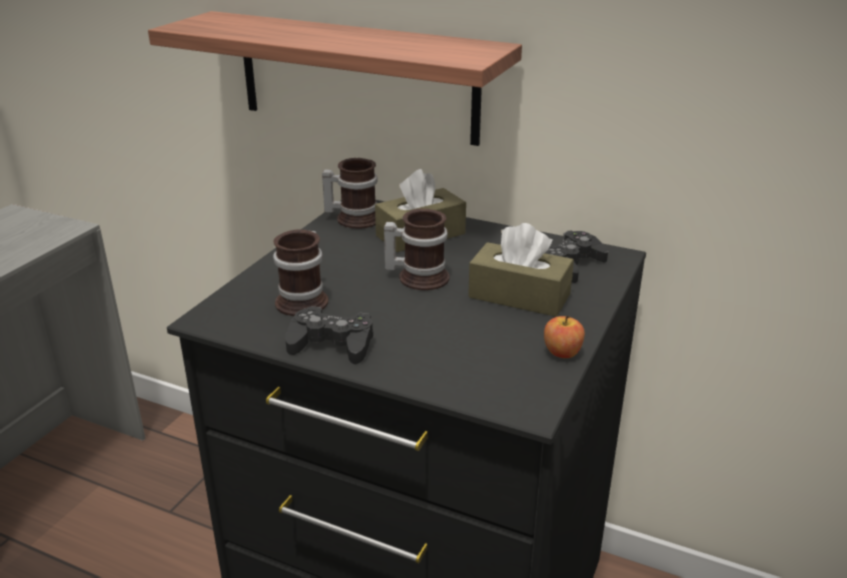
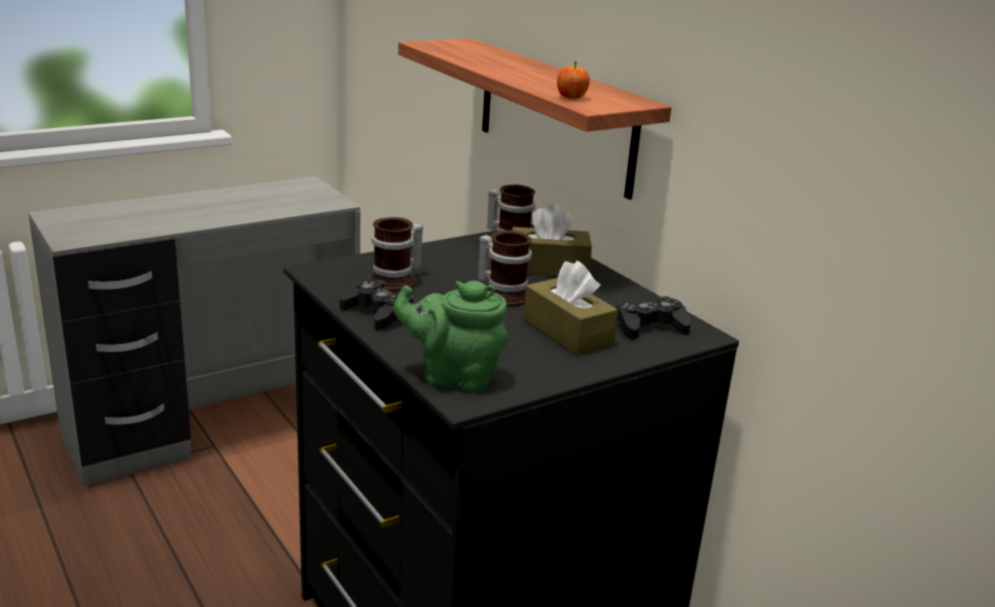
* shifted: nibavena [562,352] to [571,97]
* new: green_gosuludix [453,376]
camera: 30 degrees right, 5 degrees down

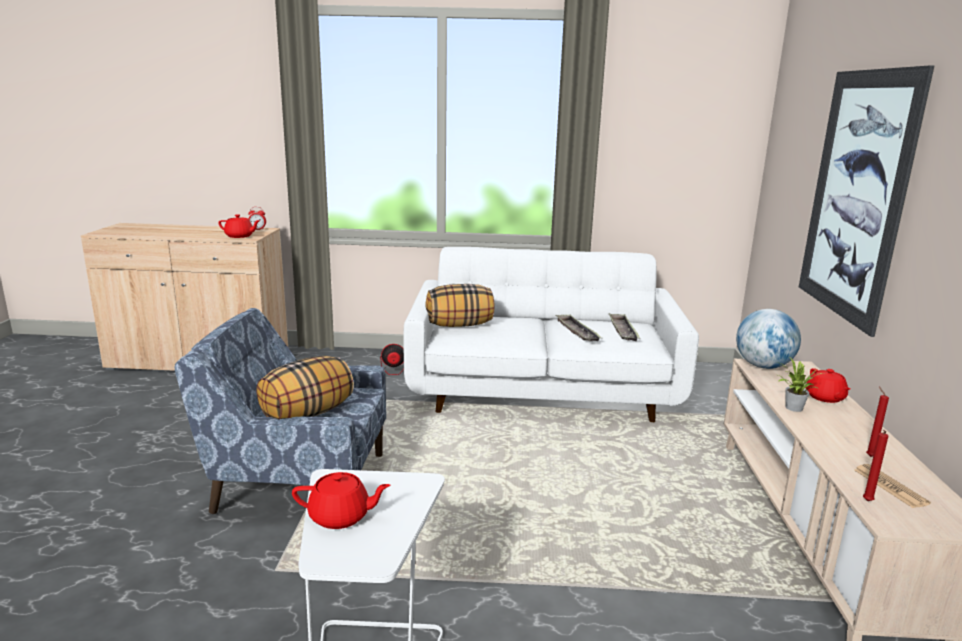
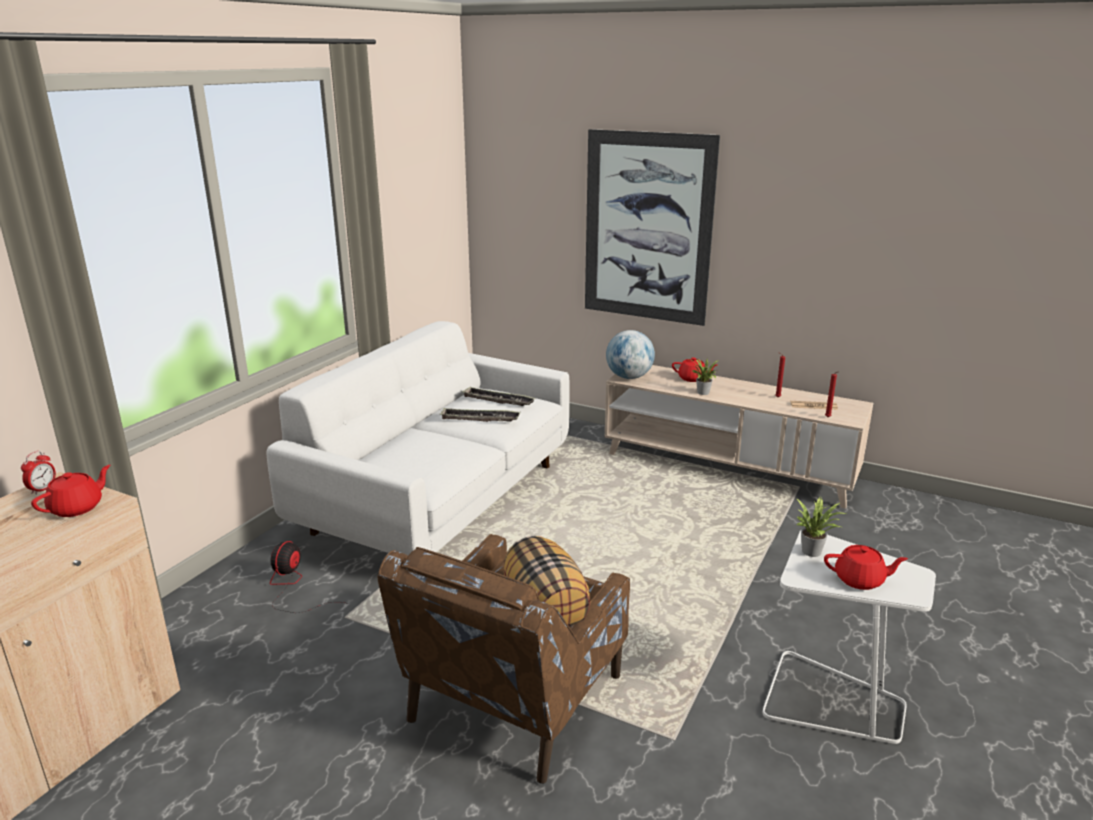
* gone: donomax [460,325]
* repainted: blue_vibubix [299,482] to brown_vibubix [513,701]
* rotated: red_gosuludix [341,517] = [860,580] 75 degrees clockwise
* new: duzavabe [814,551]
camera: 65 degrees left, 5 degrees up

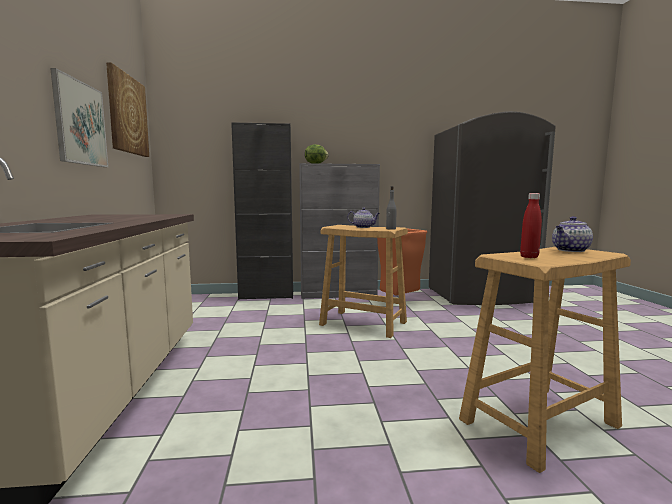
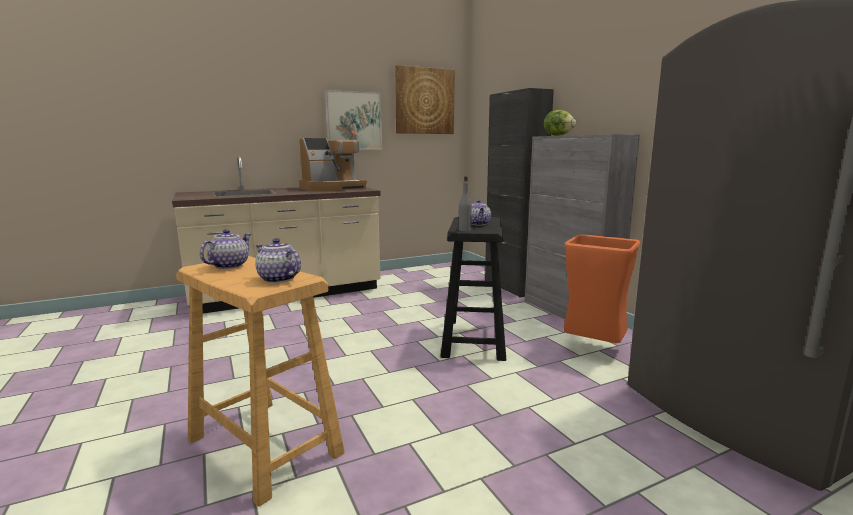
* swapped: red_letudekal [529,257] to gosuludix [229,265]
* repainted: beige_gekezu [363,323] to black_gekezu [474,339]
* new: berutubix [333,188]
camera: 70 degrees right, 5 degrees up

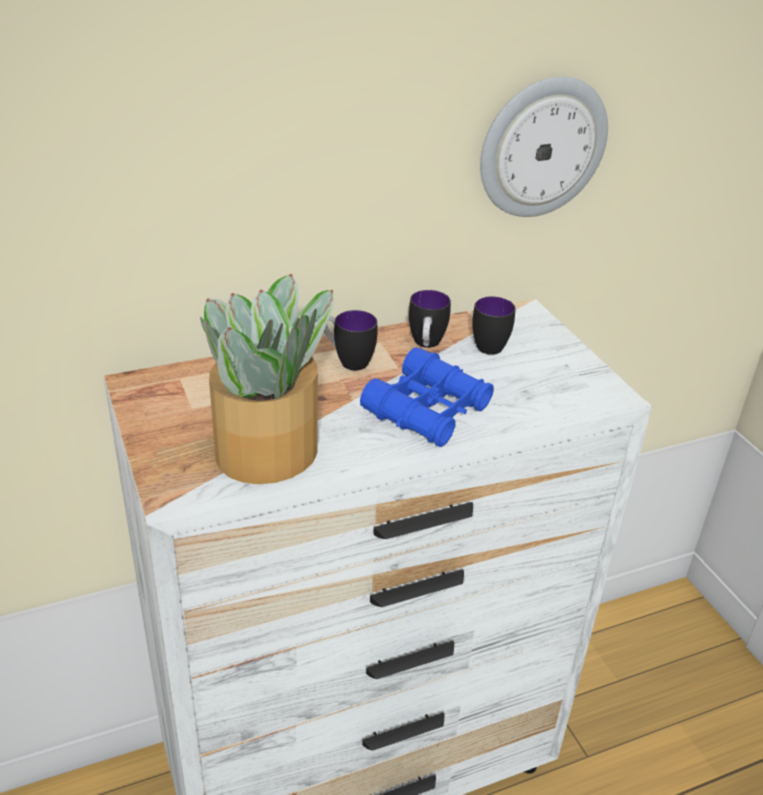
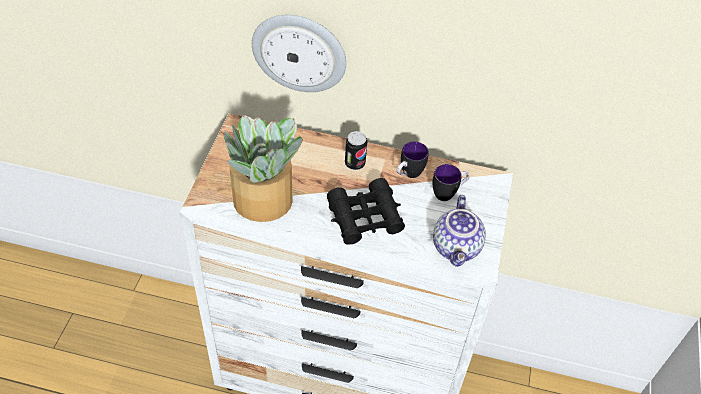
* shifted: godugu [542,147] to [299,52]
* swapped: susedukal [347,360] to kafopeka [355,163]
* repainted: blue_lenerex [427,410] to black_lenerex [365,218]
* new: gosuludix [457,248]
camera: 35 degrees right, 15 degrees up

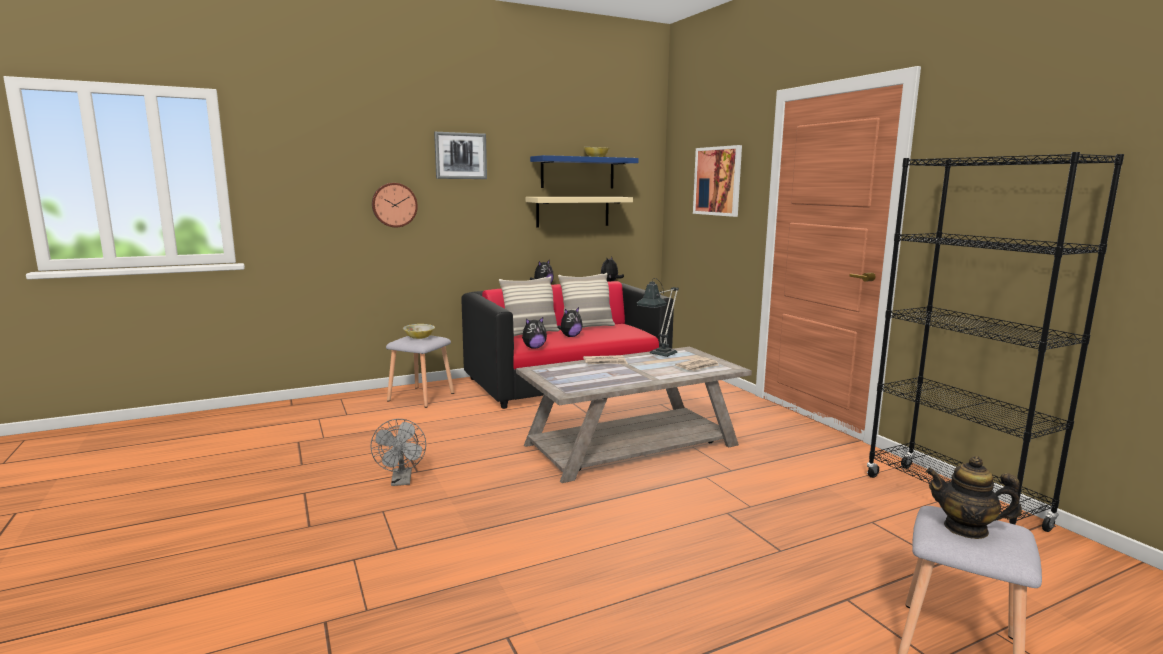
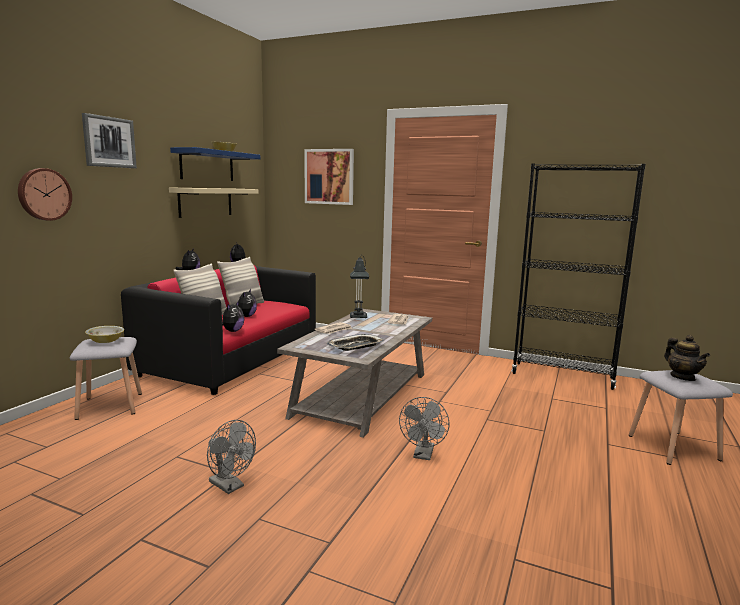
* rotated: gosuludix [966,528] = [682,377] 90 degrees counterclockwise
* new: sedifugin [355,346]
* new: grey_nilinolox [423,455]
camera: 40 degrees left, 0 degrees up

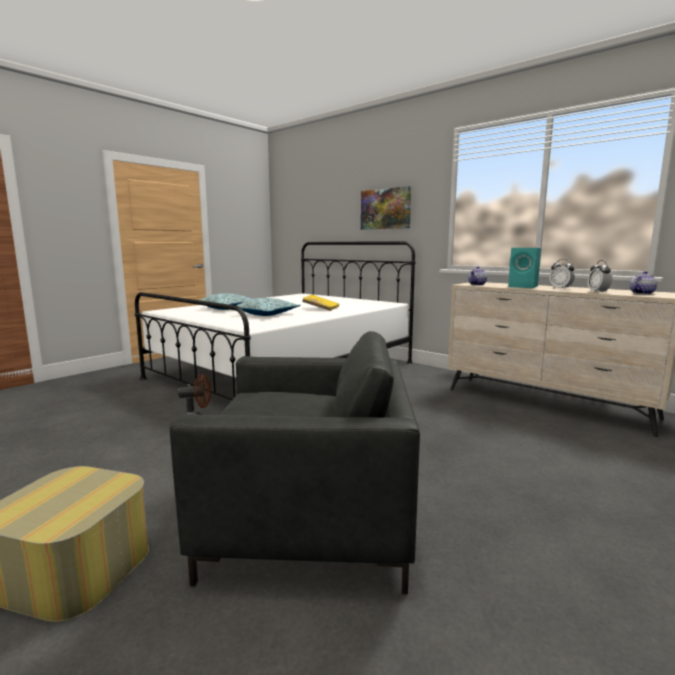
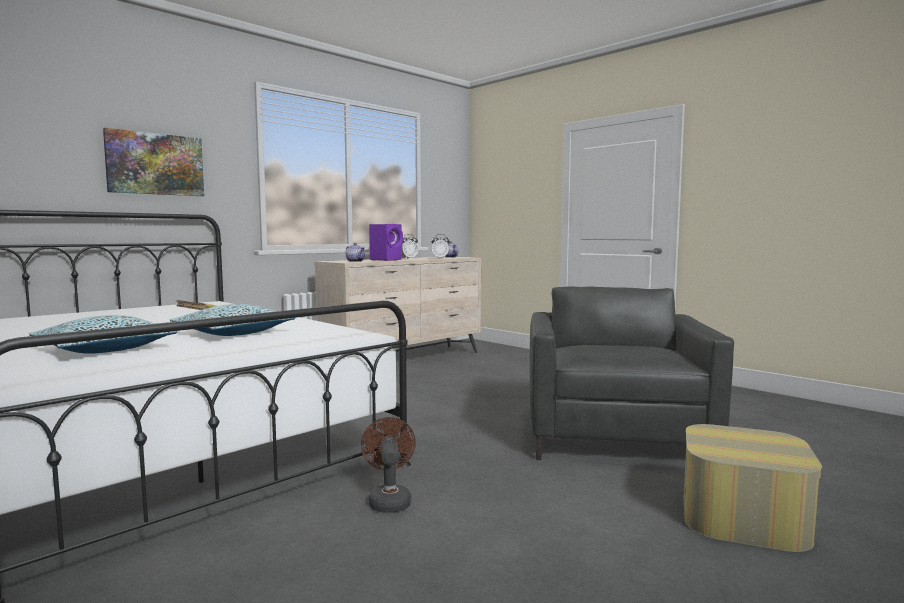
* repainted: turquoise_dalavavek [524,287] to purple_dalavavek [387,260]
camera: 85 degrees left, 5 degrees down

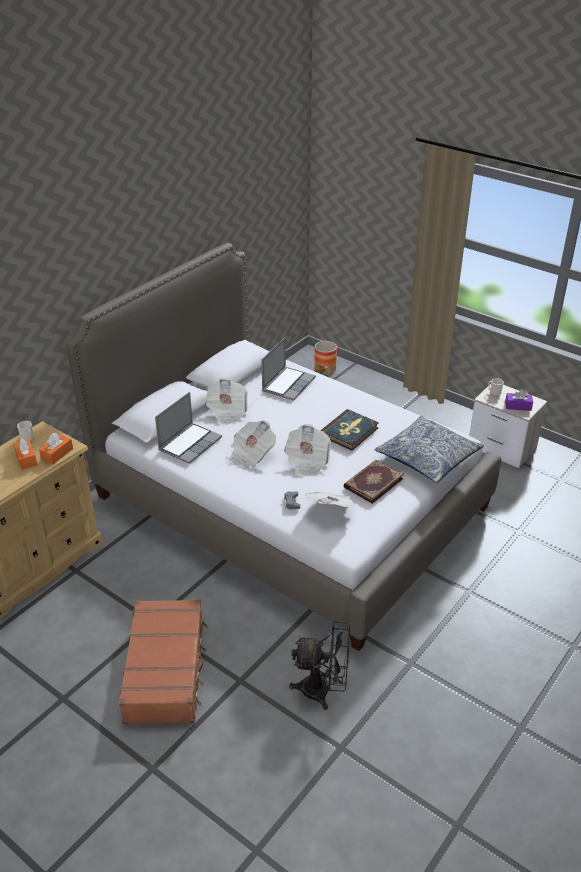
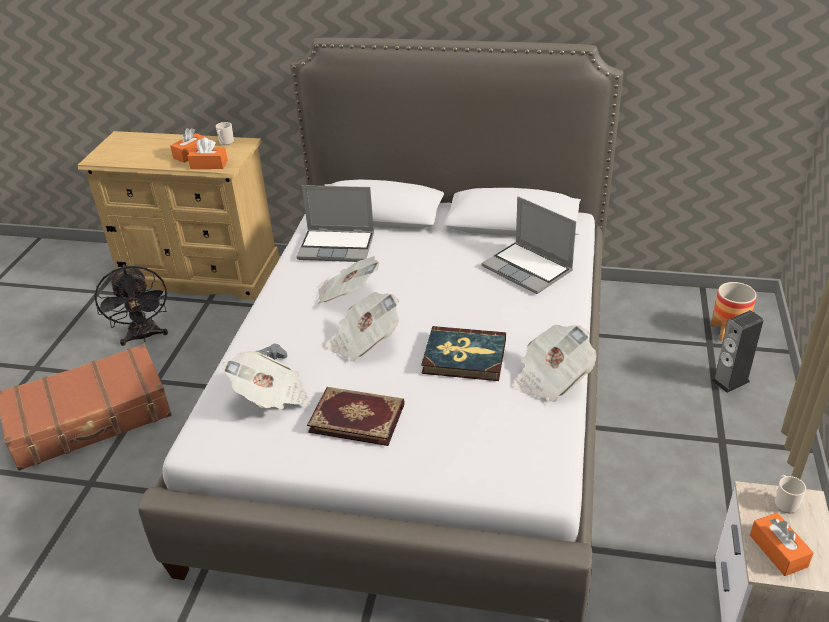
* rotated: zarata [288,384] = [528,269] 45 degrees clockwise
* shifted: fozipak [227,412] to [551,379]
* repainted: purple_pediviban [518,406] to orange_pediviban [778,551]
* gone: donomax [427,457]
* shifted: black_nilinolox [323,690] to [144,337]
* new: dalavavek [730,381]
camera: 65 degrees right, 0 degrees up

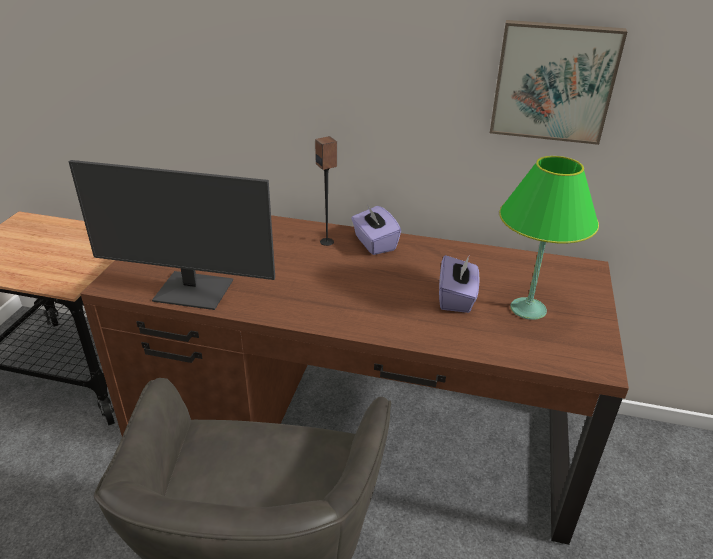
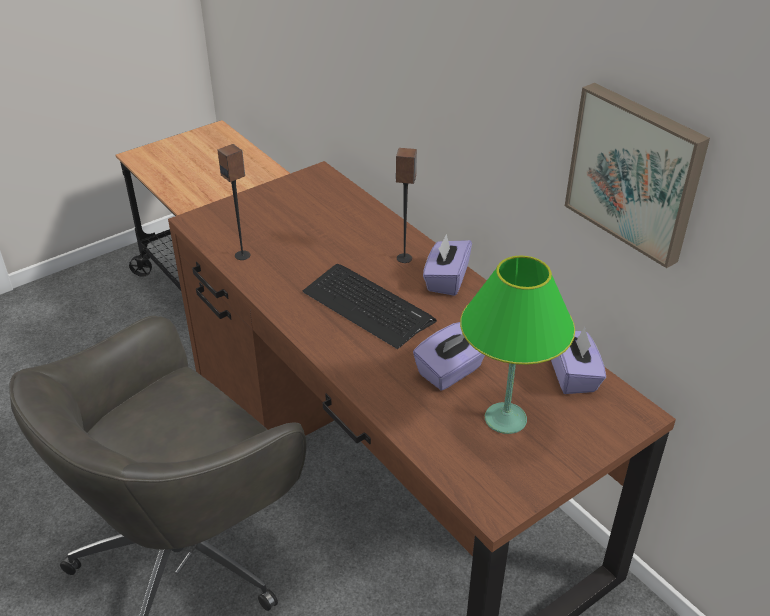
* swapped: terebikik [193,292] to dalavavek [243,255]
* new: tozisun [368,306]
* new: purple_pediviban [573,375]
camera: 40 degrees right, 5 degrees up

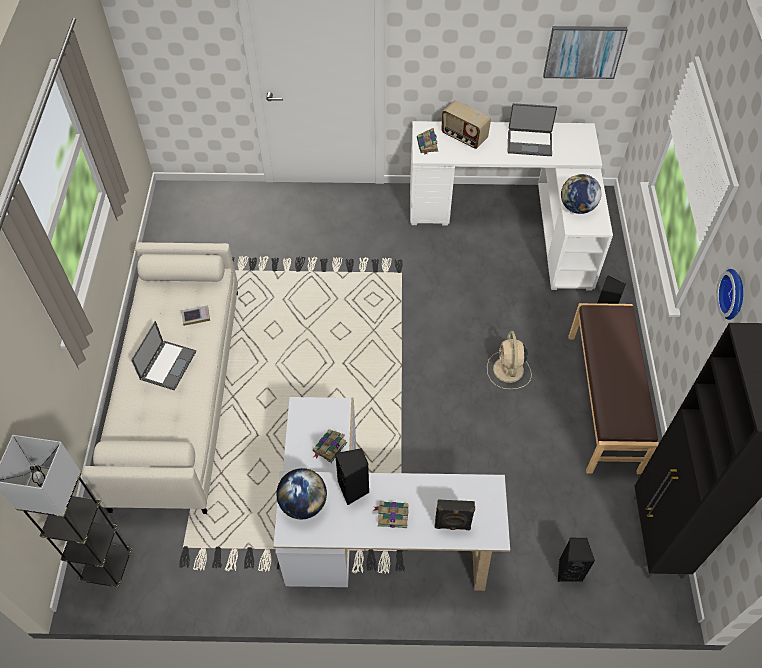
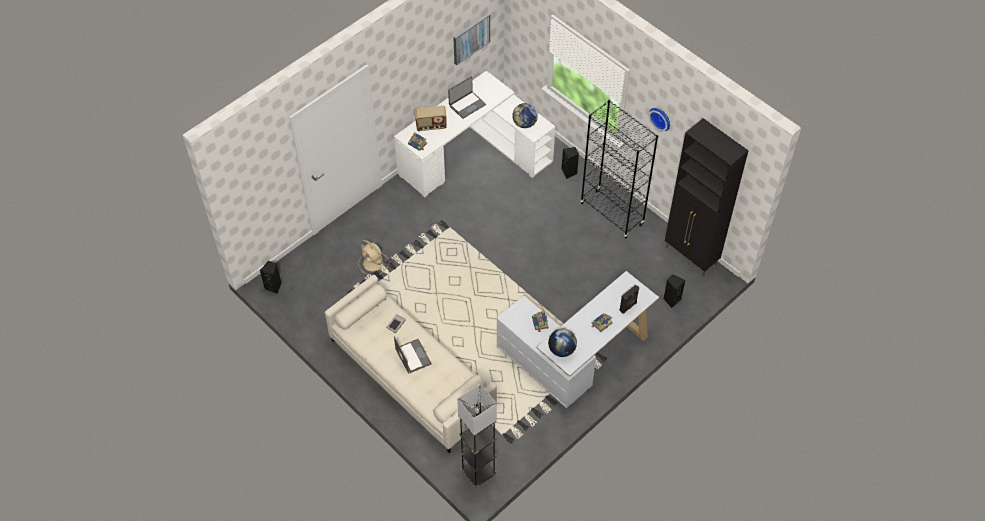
* swapped: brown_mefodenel [604,401] to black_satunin [612,214]
* shifted: beige_nilinolox [508,371] to [373,264]
* shifted: black_dalavavek [354,489] to [274,286]
camera: 45 degrees left, 0 degrees up

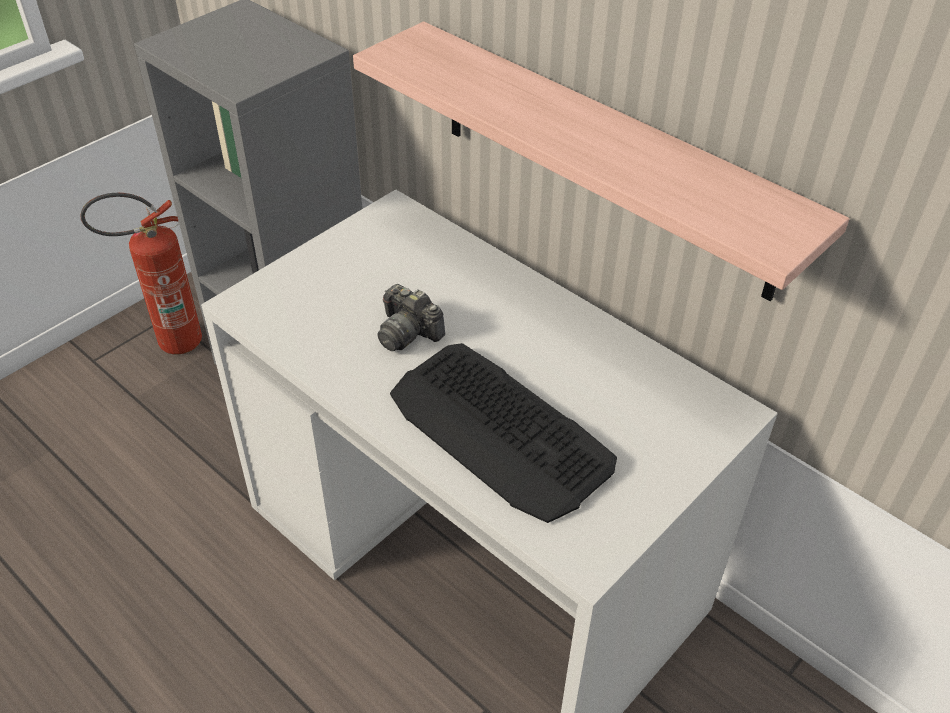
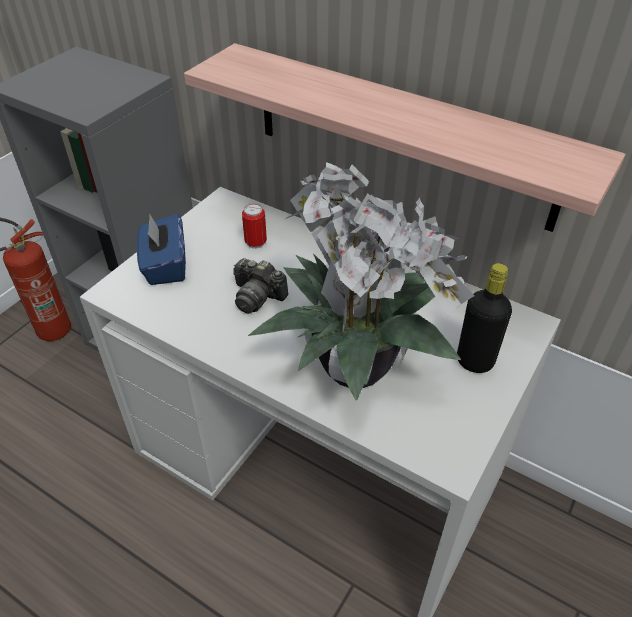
* swapped: tozisun [500,431] to duzavabe [352,366]
* new: kafopeka [255,243]
* new: blue_pediviban [165,266]
* new: black_letudekal [475,361]
camera: 10 degrees left, 0 degrees up

